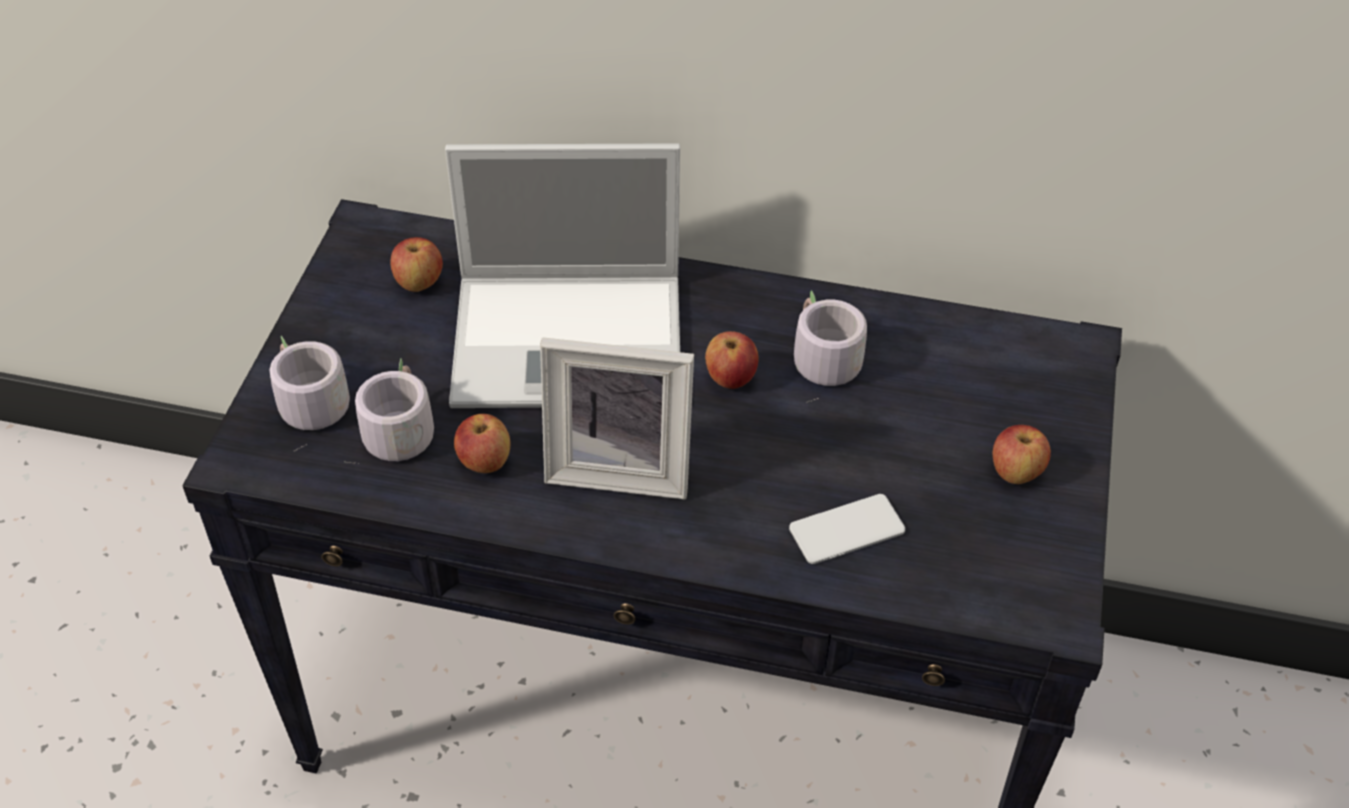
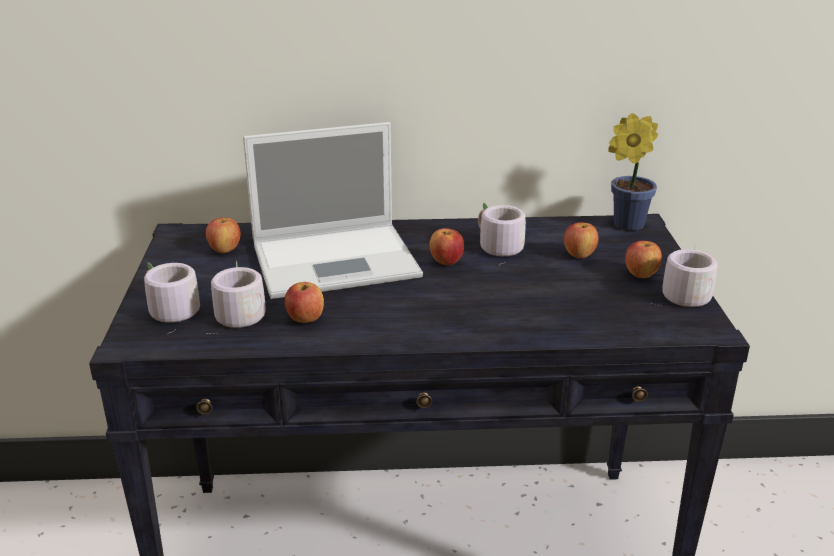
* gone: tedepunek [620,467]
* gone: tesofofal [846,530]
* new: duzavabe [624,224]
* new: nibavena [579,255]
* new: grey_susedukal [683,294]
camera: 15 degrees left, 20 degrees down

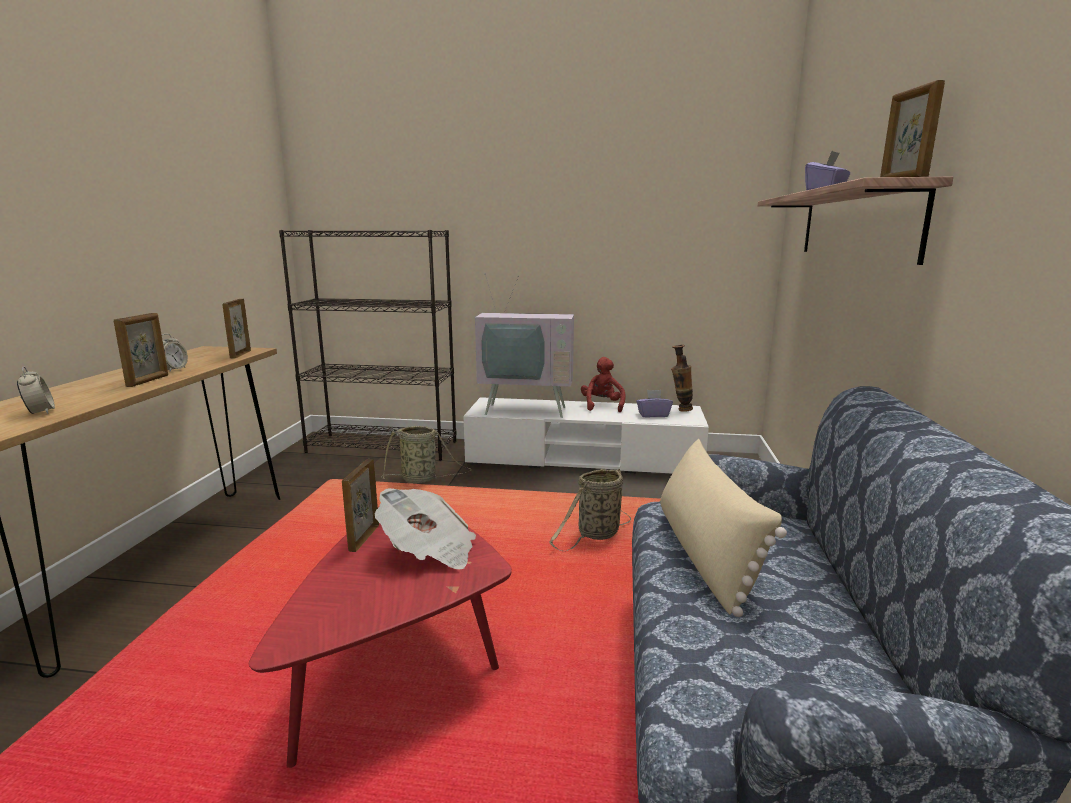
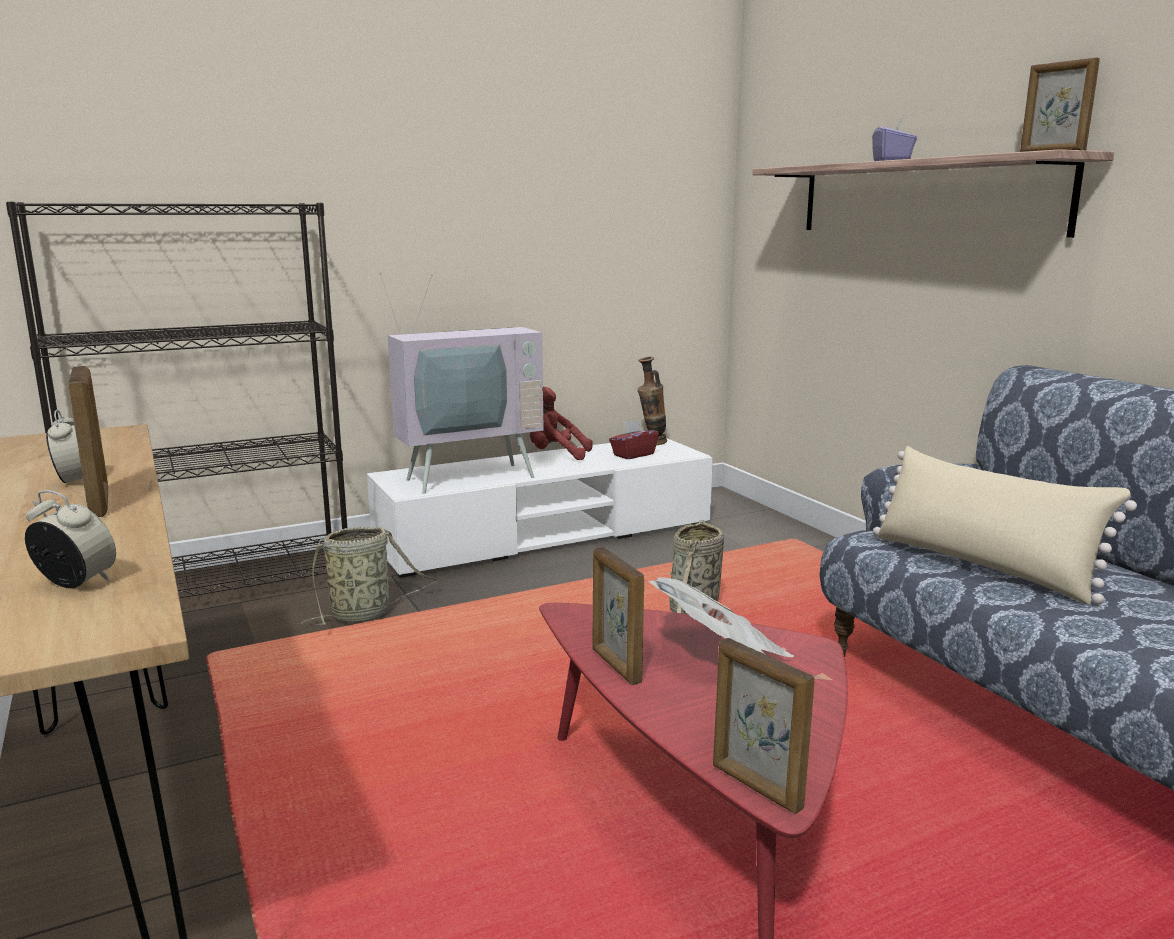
* shifted: tedepunek [240,354] to [755,787]
* rotated: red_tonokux [602,406] = [556,455] 45 degrees counterclockwise
* repainted: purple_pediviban [653,415] to red_pediviban [633,455]
camera: 35 degrees left, 0 degrees up

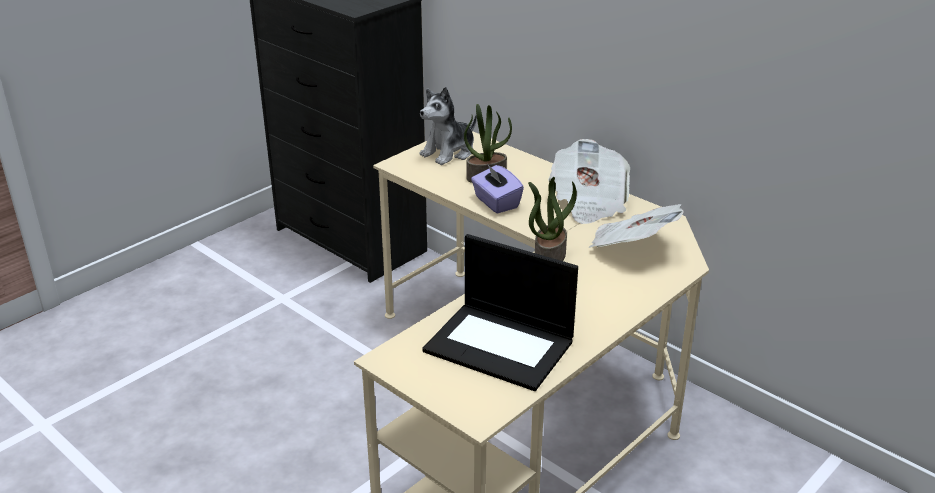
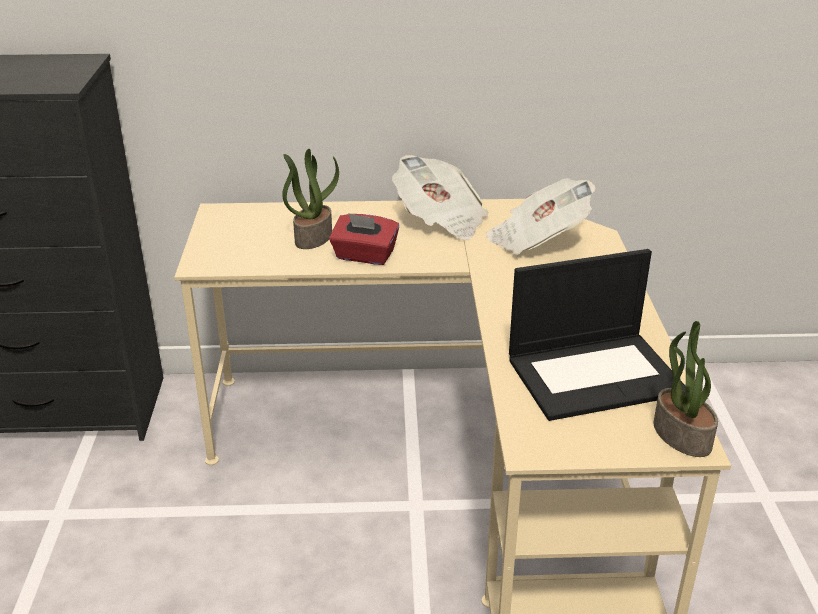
* gone: tonokux [449,152]
* repainted: purple_pediviban [496,202] to red_pediviban [364,256]
* shifted: duzavabe [549,255] to [680,435]
camera: 45 degrees left, 0 degrees up

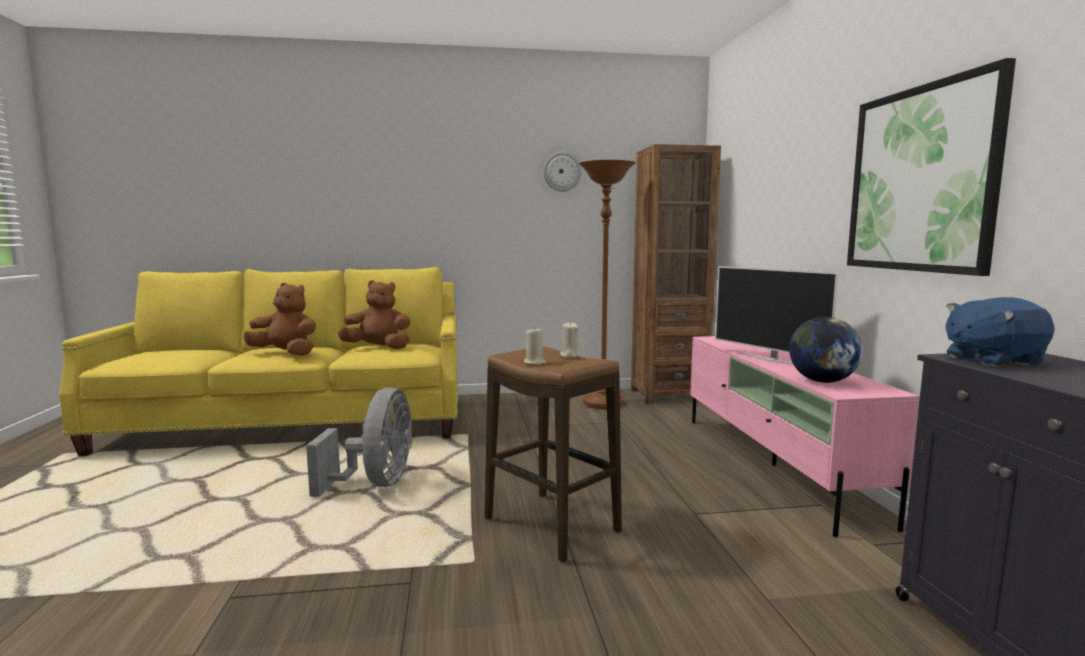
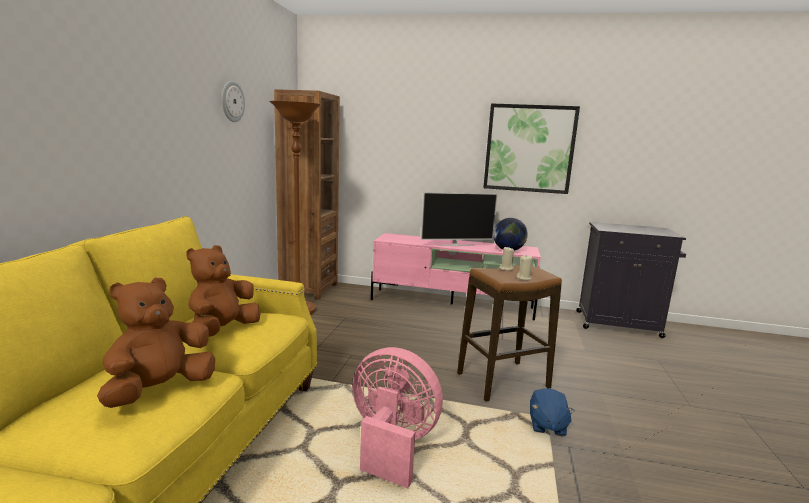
* shifted: blue_tonokux [991,360] to [547,425]
* repainted: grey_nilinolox [376,483] to pink_nilinolox [392,444]
camera: 70 degrees left, 5 degrees up

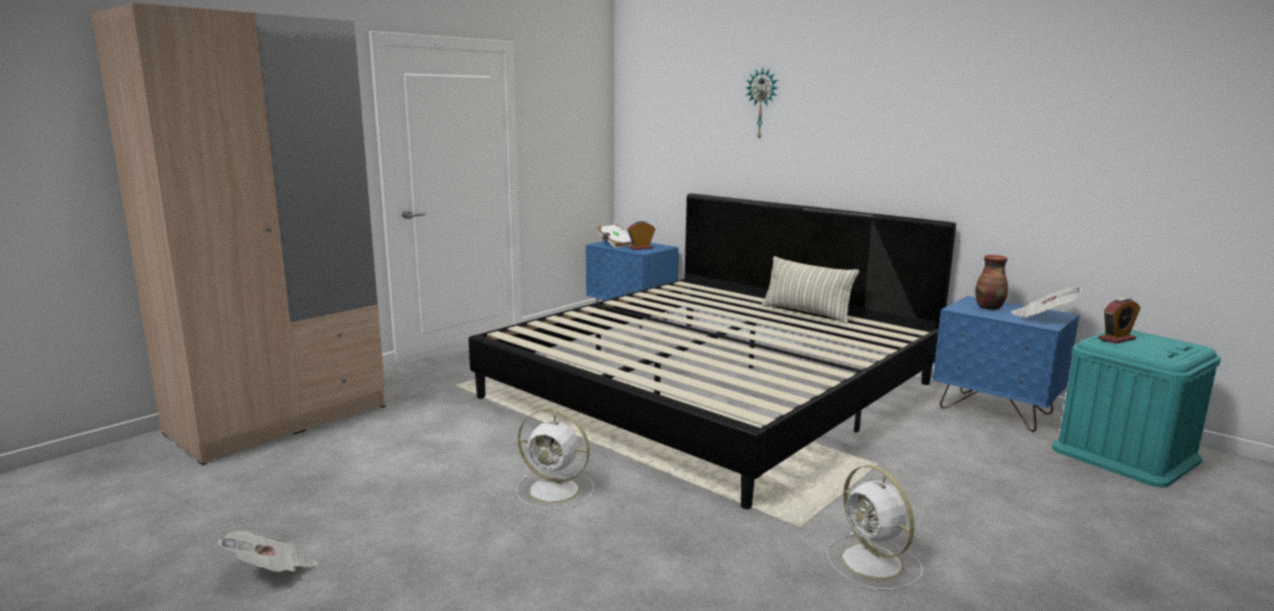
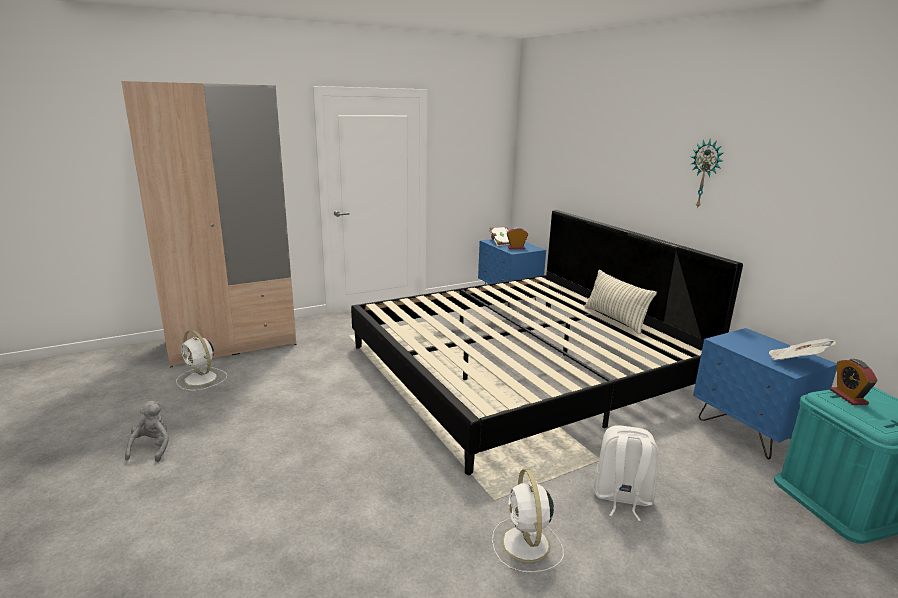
* shifted: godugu [762,104] to [705,174]
* gone: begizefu [989,308]
* rotated: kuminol [1116,339] = [848,397] 90 degrees clockwise
* shifted: white_nilinolox [556,490] to [201,379]
* swapped: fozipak [272,571] to grey_tonokux [152,448]
* new: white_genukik [621,498]
camera: 20 degrees right, 5 degrees up

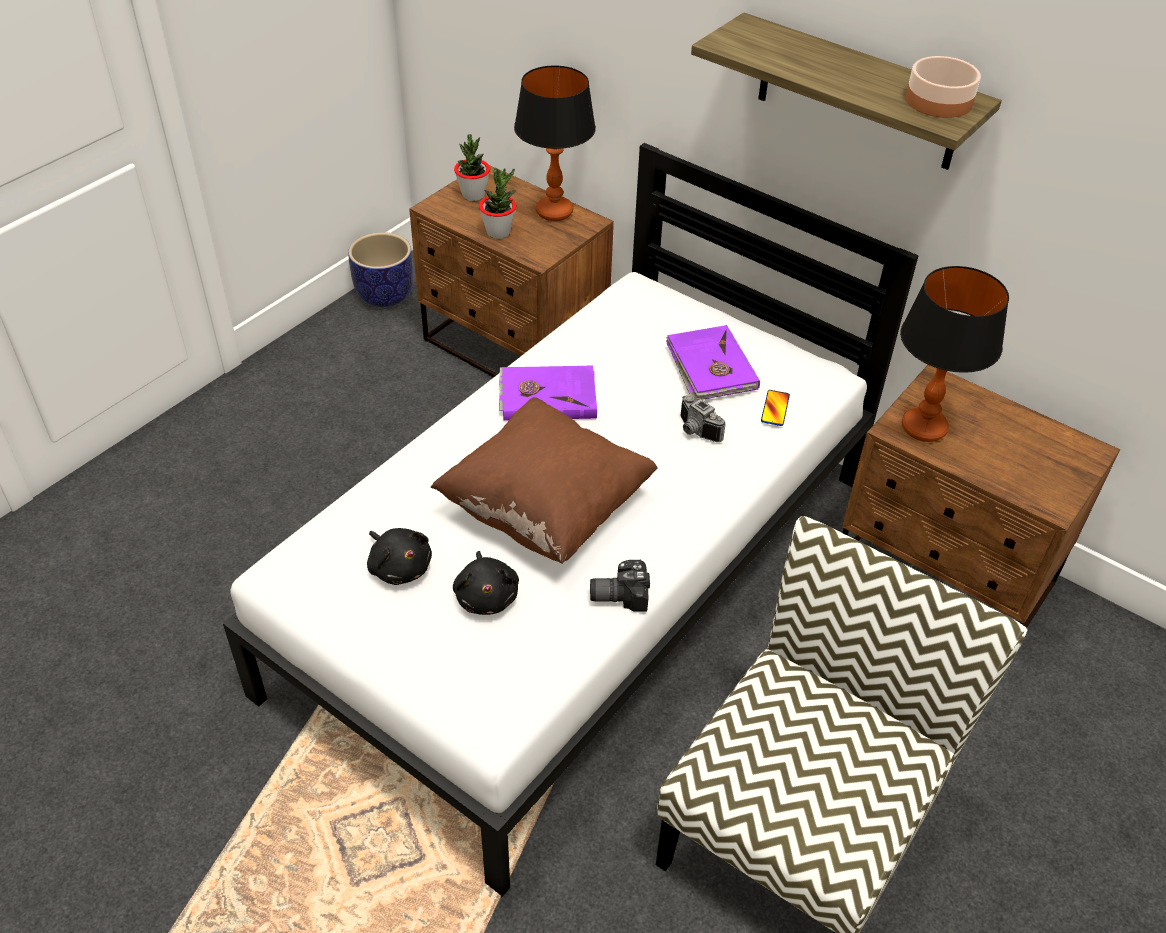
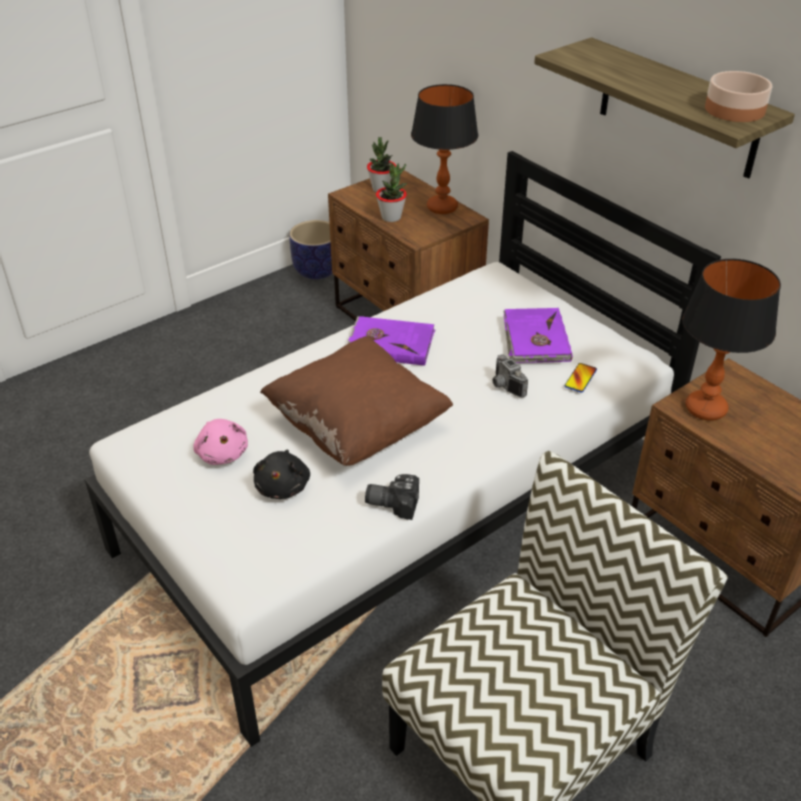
* repainted: black_tonokux [399,567] to pink_tonokux [222,453]
camera: 15 degrees right, 5 degrees down

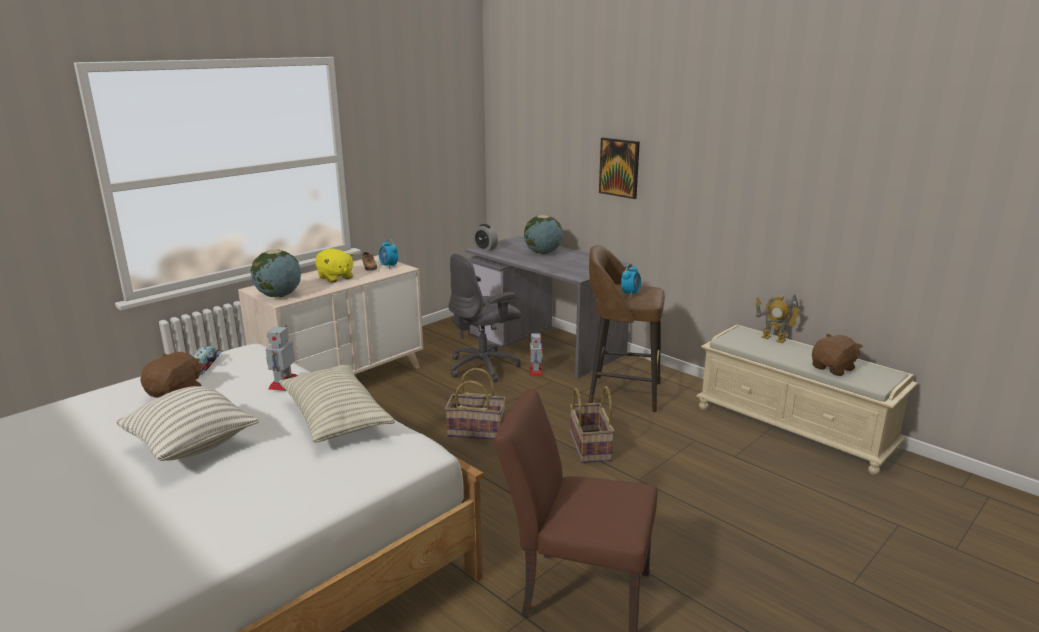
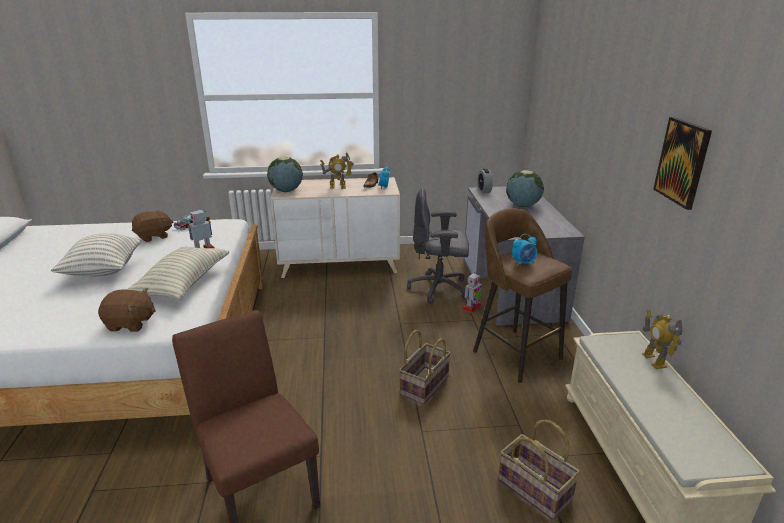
* shifted: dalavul [619,167] to [682,162]
* swapped: yellow_tonokux [335,278] to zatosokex [338,187]
* shifted: brown_tonokux [833,368] to [130,324]
* shifted: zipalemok [477,430] to [535,489]
camera: 40 degrees right, 5 degrees up

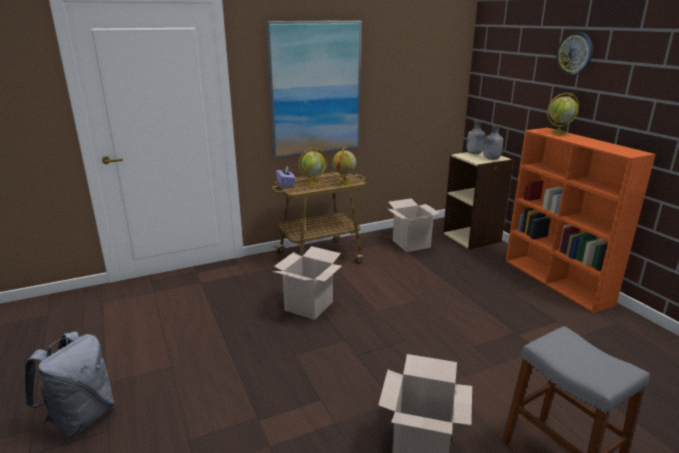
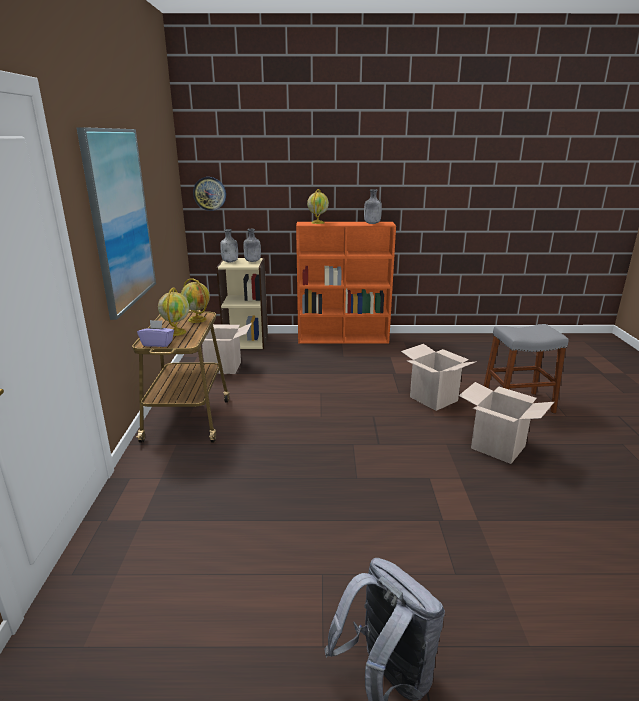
* shifted: godugu [574,53] to [209,193]
* shifted: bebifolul [309,306] to [433,399]
* new: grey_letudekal [372,223]
camera: 65 degrees left, 0 degrees up

